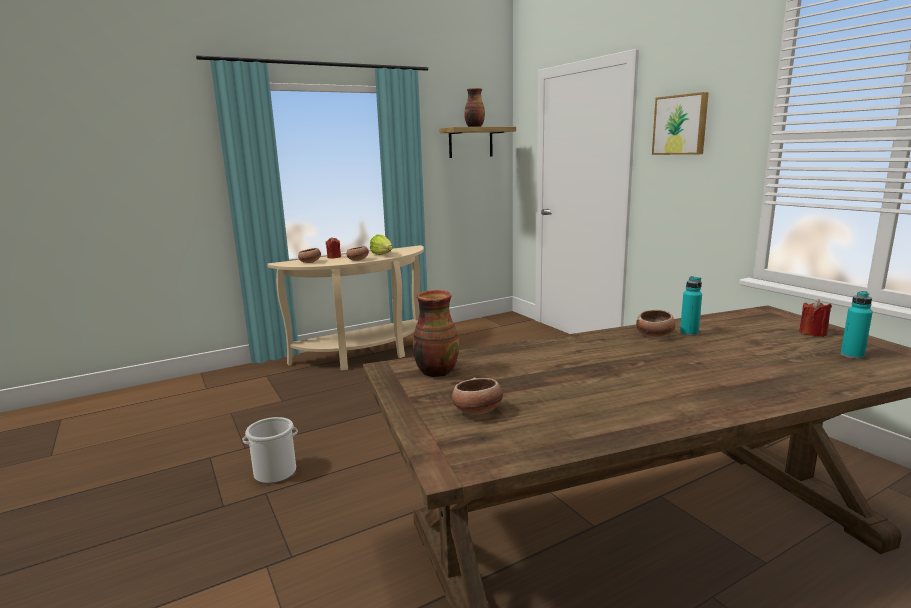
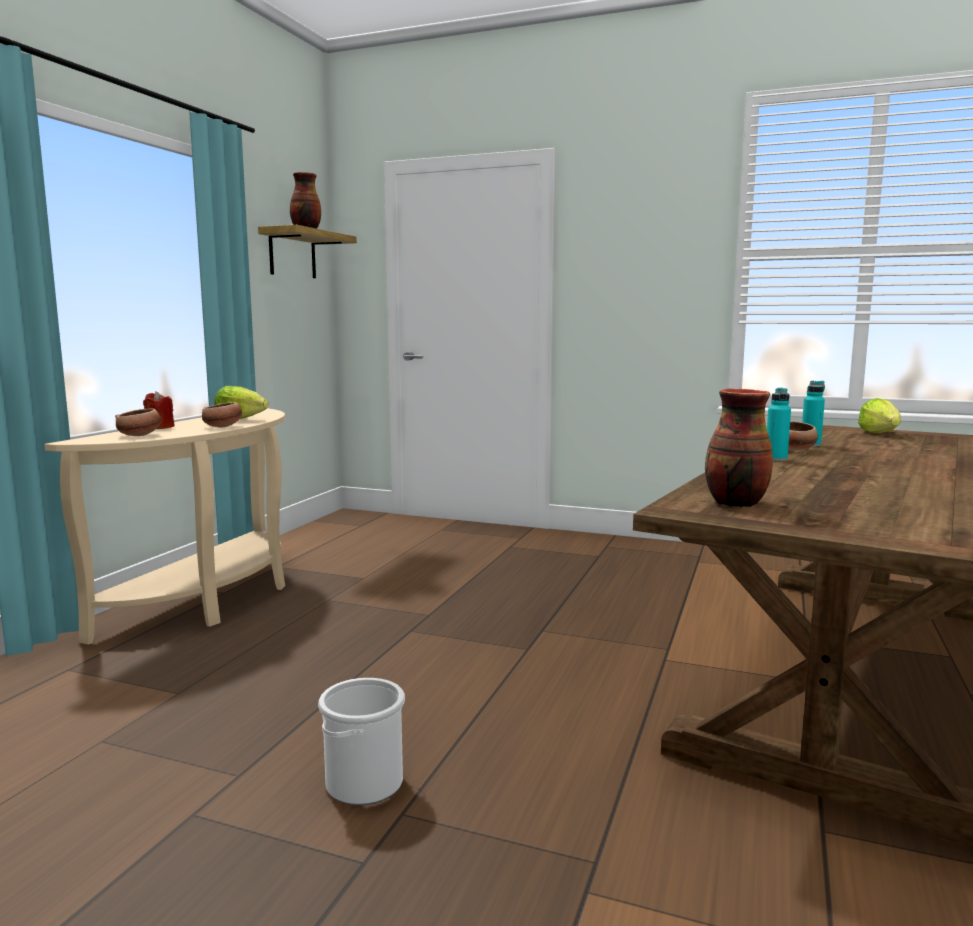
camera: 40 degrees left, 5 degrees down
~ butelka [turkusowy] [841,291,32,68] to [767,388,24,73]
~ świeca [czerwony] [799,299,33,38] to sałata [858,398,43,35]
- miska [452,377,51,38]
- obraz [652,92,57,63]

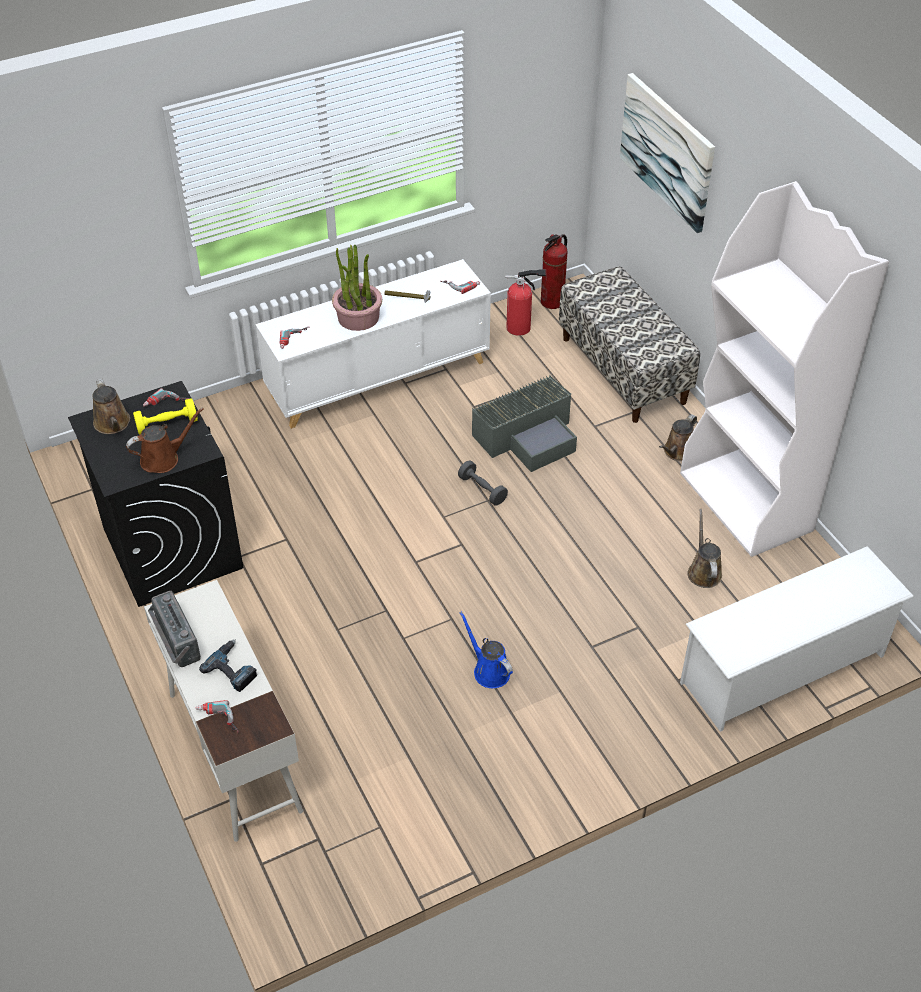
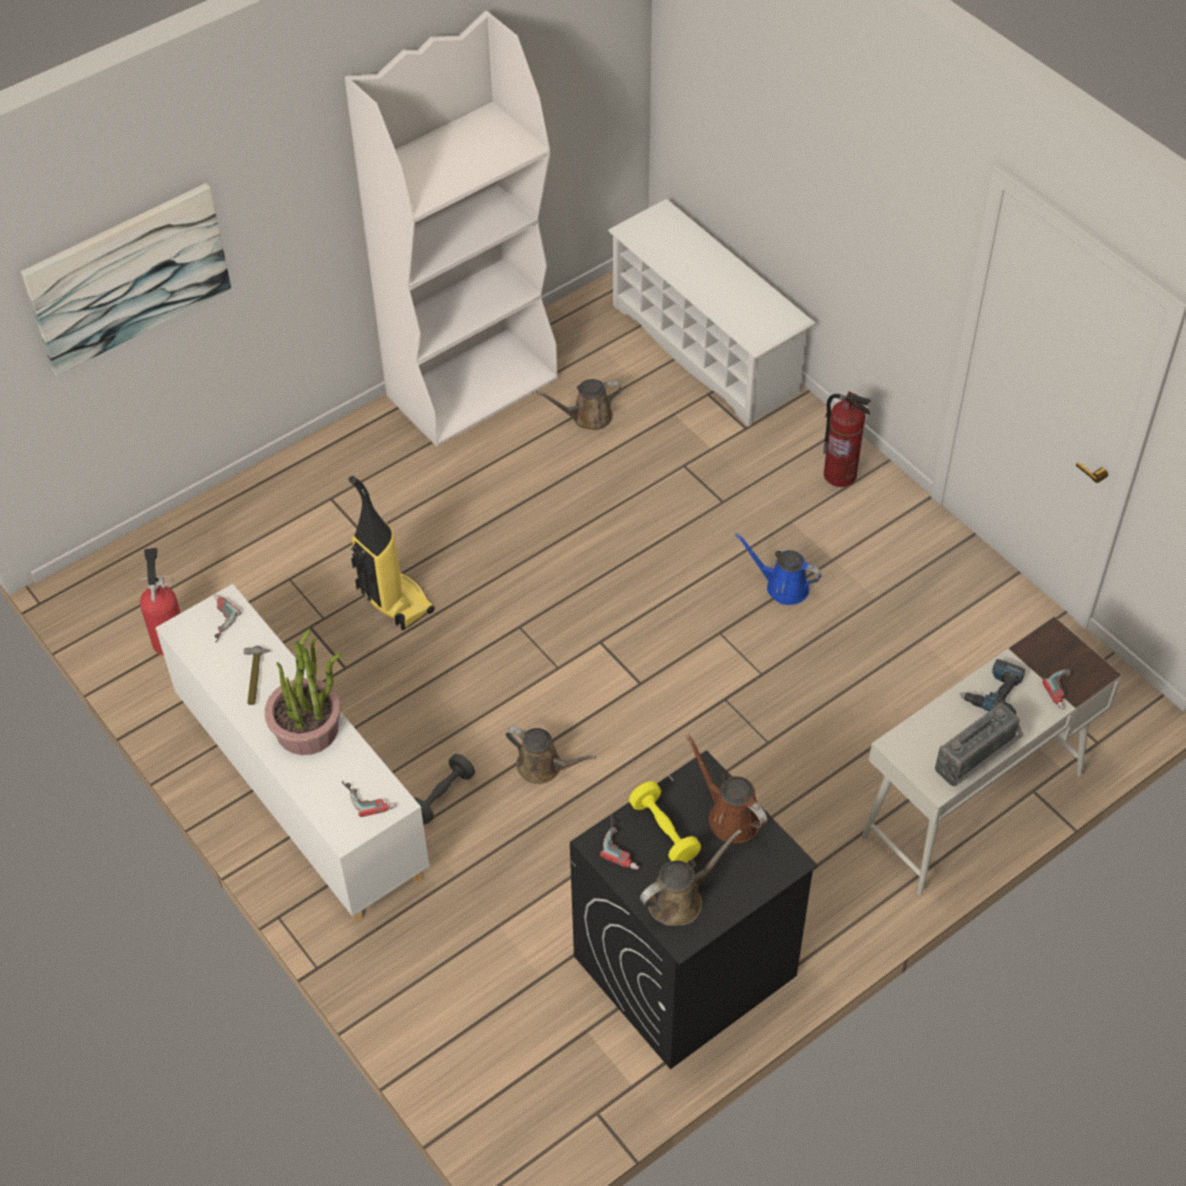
camera: 100 degrees left, 5 degrees up
~ pojemnik do przechowywania [szary] [472,375,105,97] to odkurzacz [348,476,87,154]
~ hantel [szary] [458,461,50,45] to [414,754,61,70]
~ konewka [brązowy] [659,414,38,47] to [505,726,91,58]
~ konewka [niebieski] [459,611,54,77] = [735,533,87,72] 75 degrees clockwise
~ gaśnica [541,234,27,75] to [823,391,48,96]
- ławka [559,266,141,157]

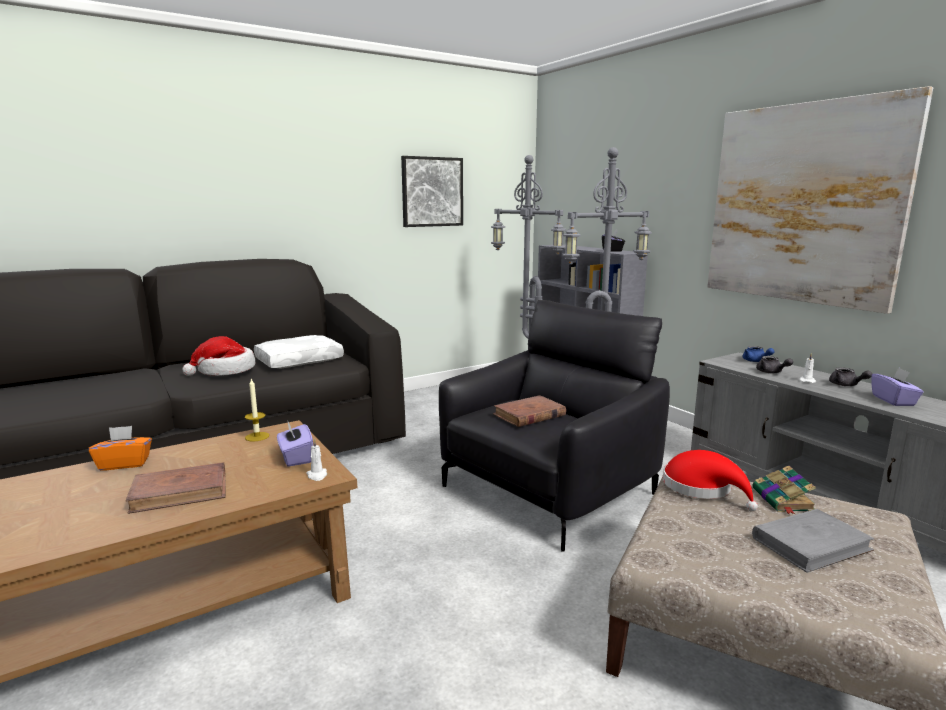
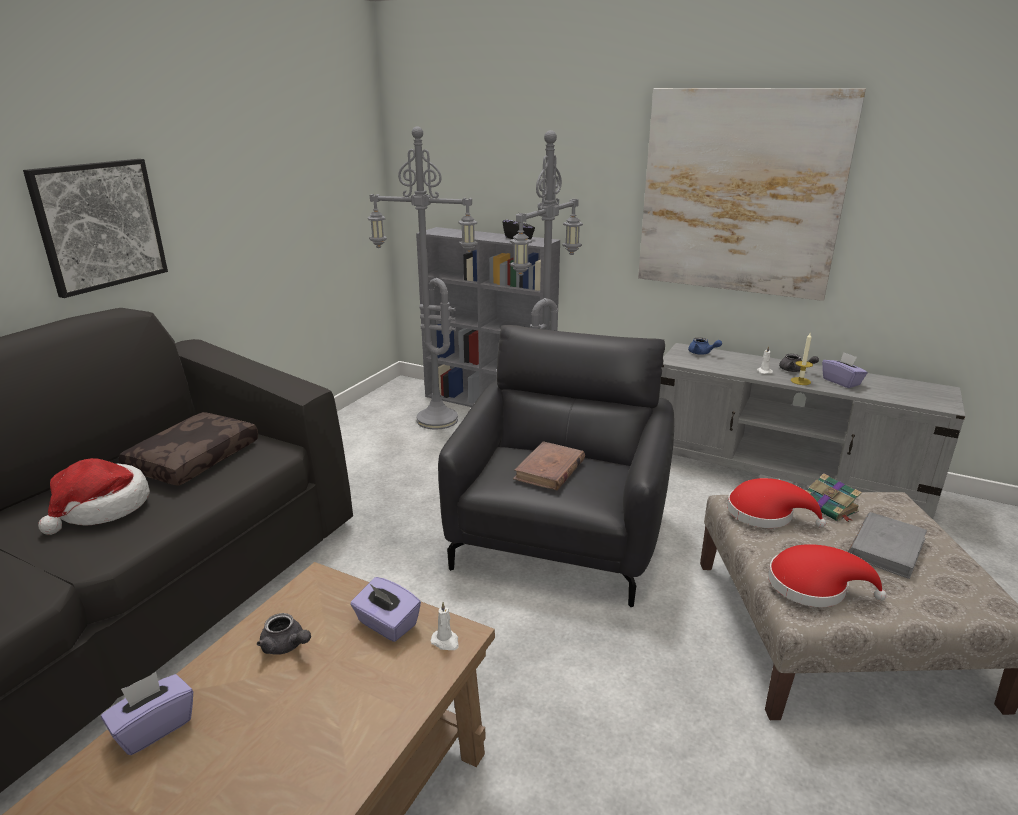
camera: 30 degrees left, 10 degrees up
~ obraz [401,156,62,71] to [23,159,145,139]
~ pudełko chusteczek [pomarańczowy] [88,426,64,45] to pudełko chusteczek [fioletowy] [101,672,92,83]
~ poduszka [biały] [254,335,90,34] to poduszka [brązowy] [119,412,139,74]
~ imbryk [szary] [756,356,37,17] to [257,613,54,42]
+ kapelusz [czerwony] [768,544,119,63]
~ świeca [245,379,24,62] to [791,333,22,52]
- książka [brązowy] [125,462,101,52]

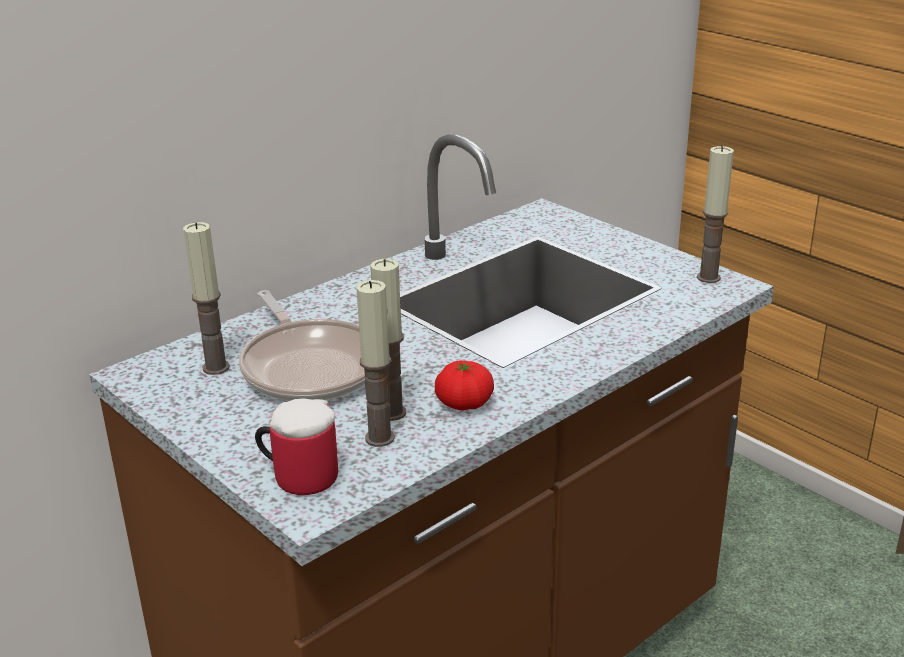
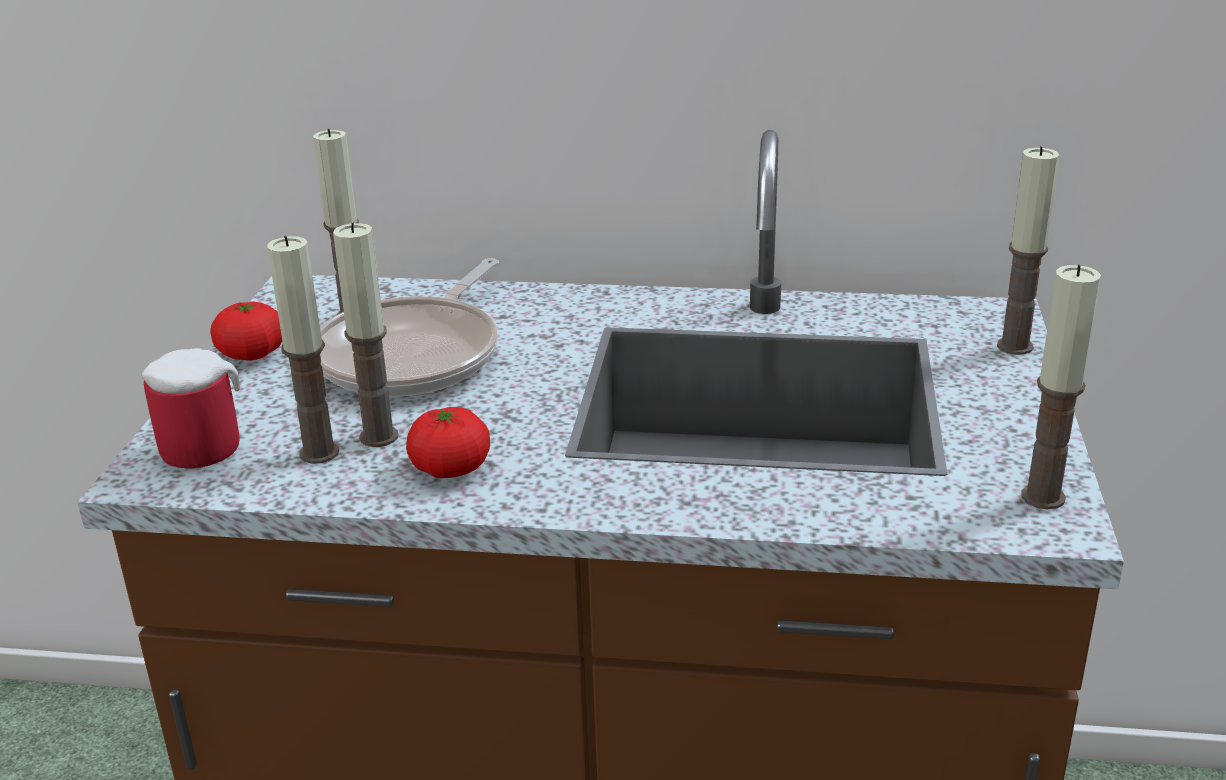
camera: 50 degrees right, 0 degrees up
+ pomidor [210,301,72,60]
+ świeca [997,146,62,209]

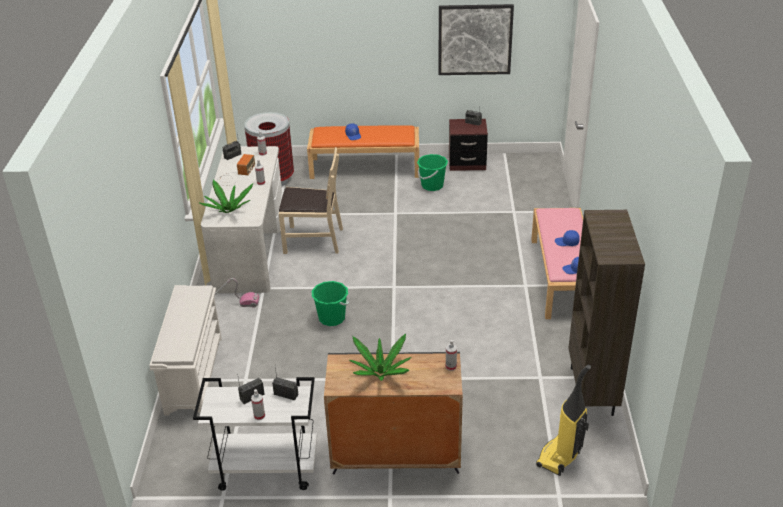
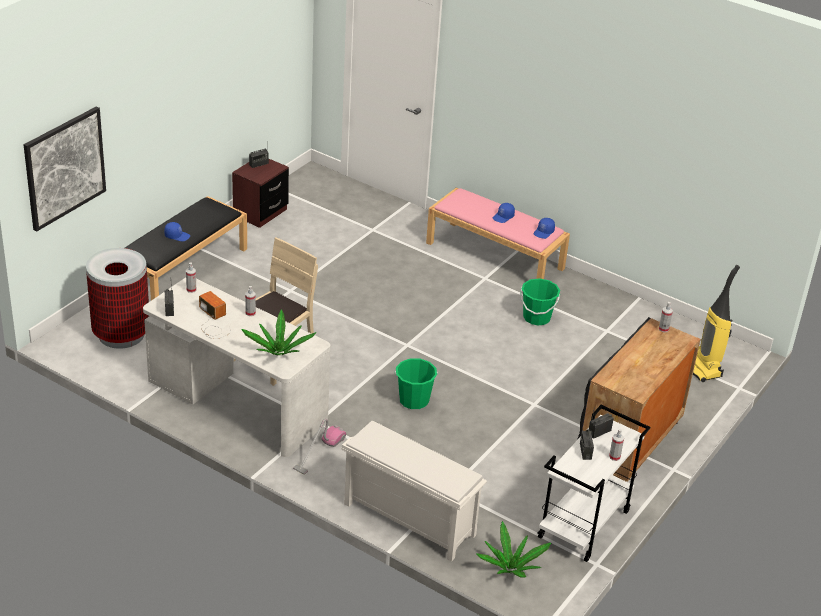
camera: 60 degrees left, 0 degrees up
~ obraz [438,4,76,71] to [24,106,82,126]
~ ławka [pomarańczowy] [307,125,112,54] to ławka [czarny] [125,196,122,104]
~ roślina doniczkowa [349,334,63,47] to [476,521,75,57]
~ wiadro [zielony] [417,154,31,37] to [520,278,40,48]
- regał [brązowy] [568,210,77,206]

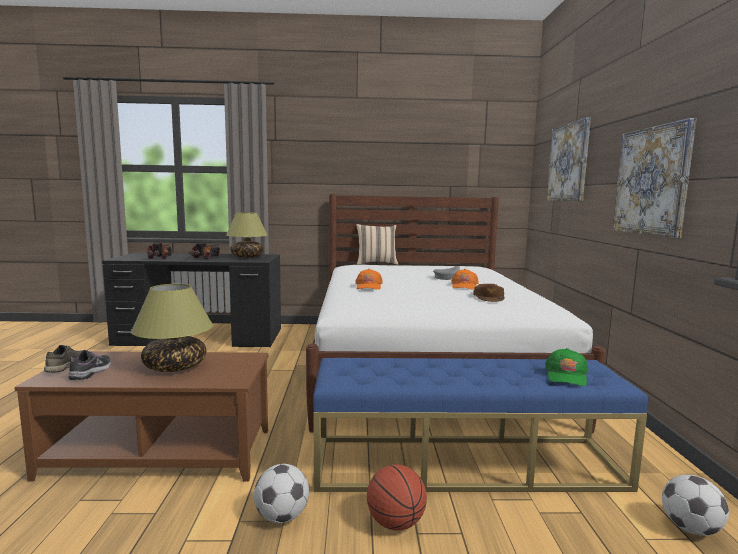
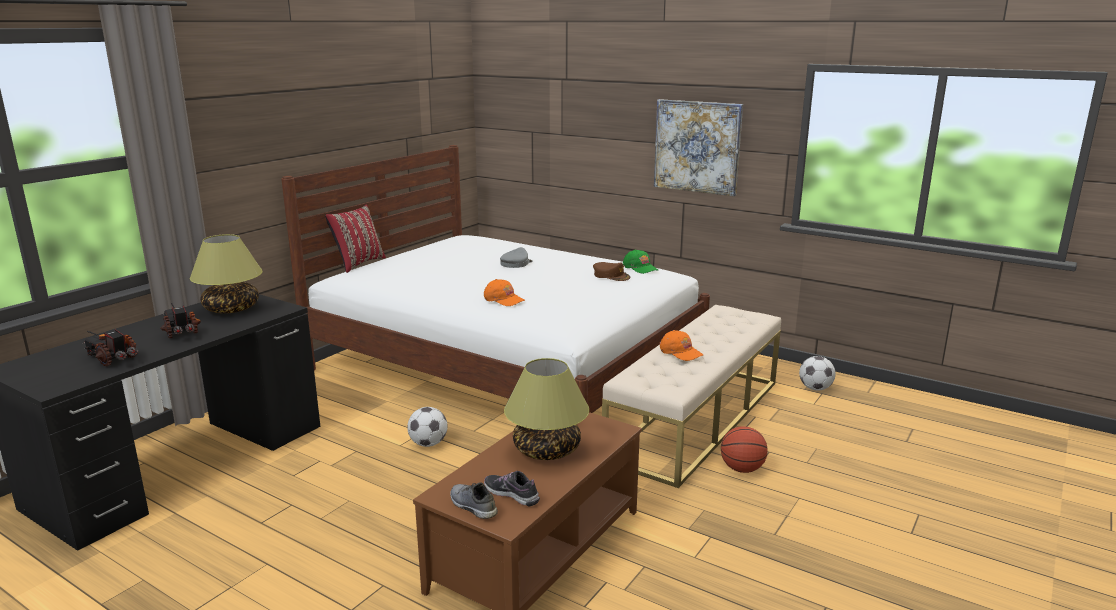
camera: 55 degrees left, 10 degrees up
~ poduszka [beżowy] [356,224,42,41] to poduszka [czerwony] [325,204,61,69]
~ piłka futbolowa [254,464,55,59] to [407,407,41,40]
~ ławka [niebieski] [314,358,335,134] to ławka [beżowy] [602,305,179,183]
~ czapka z daszkiem [zielony] [545,348,43,38] to [623,249,35,25]
~ czapka z daszkiem [pomarańczowy] [451,269,27,21] to [660,330,43,31]
- obraz [547,117,44,84]

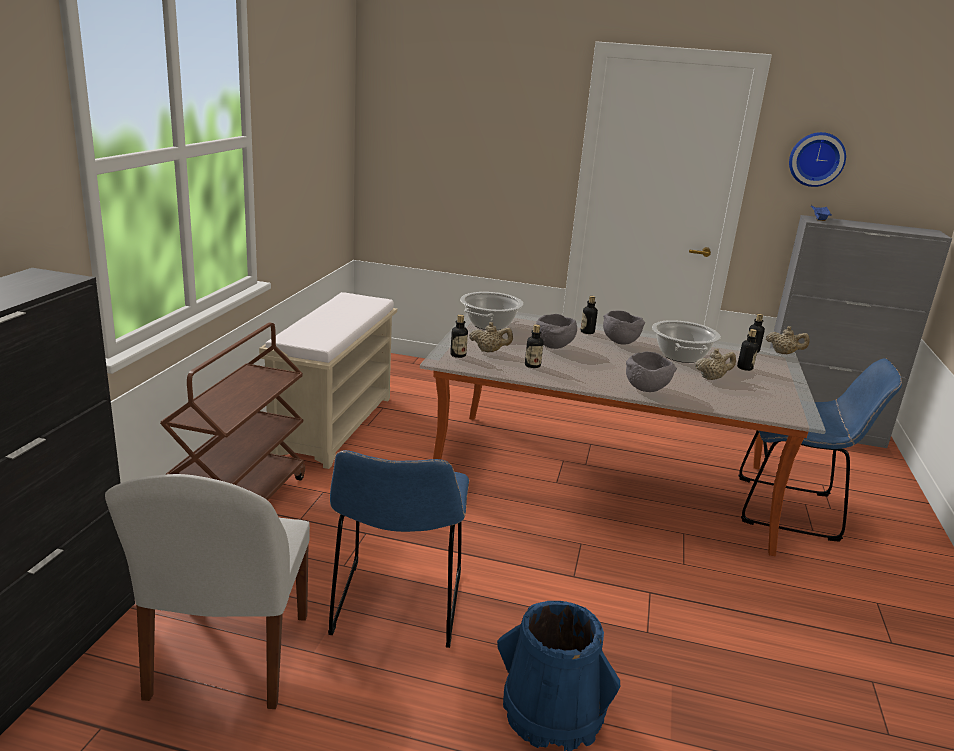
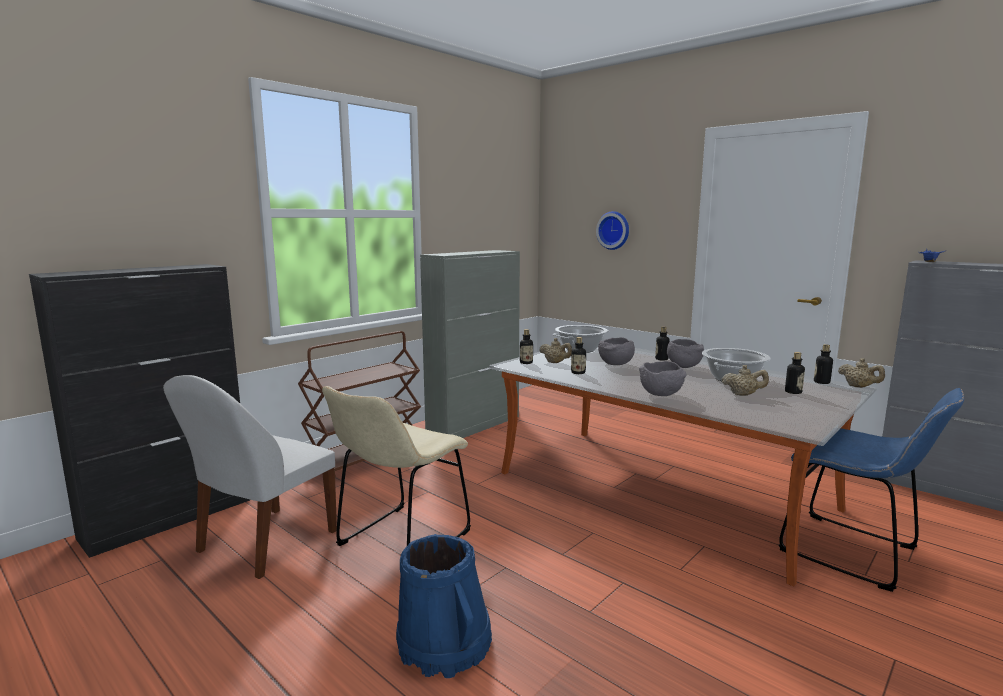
camera: 30 degrees right, 10 degrees down
~ krzesło [niebieski] [328,450,141,198] to krzesło [beżowy] [322,386,149,160]
~ ławka [beżowy] [259,292,138,177] to szafka [szary] [420,250,100,188]
~ zegar ścienny [789,132,57,55] to [596,211,33,39]

